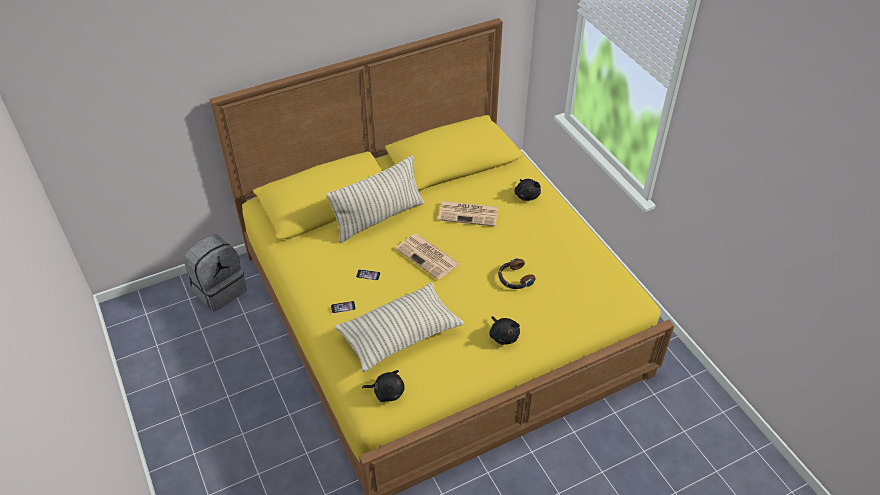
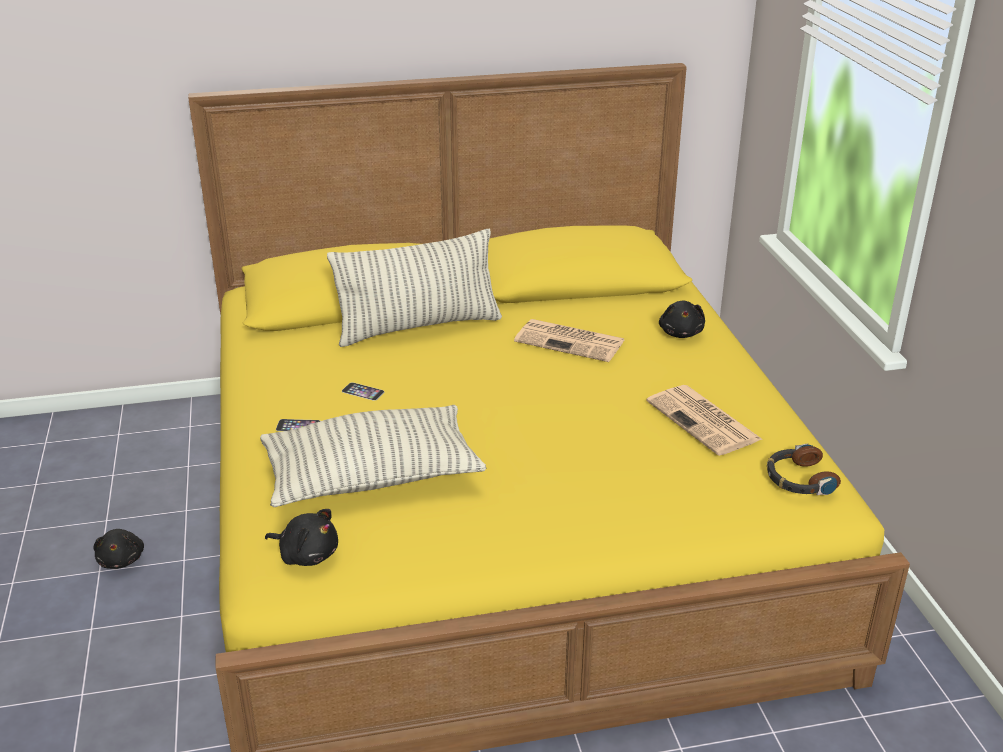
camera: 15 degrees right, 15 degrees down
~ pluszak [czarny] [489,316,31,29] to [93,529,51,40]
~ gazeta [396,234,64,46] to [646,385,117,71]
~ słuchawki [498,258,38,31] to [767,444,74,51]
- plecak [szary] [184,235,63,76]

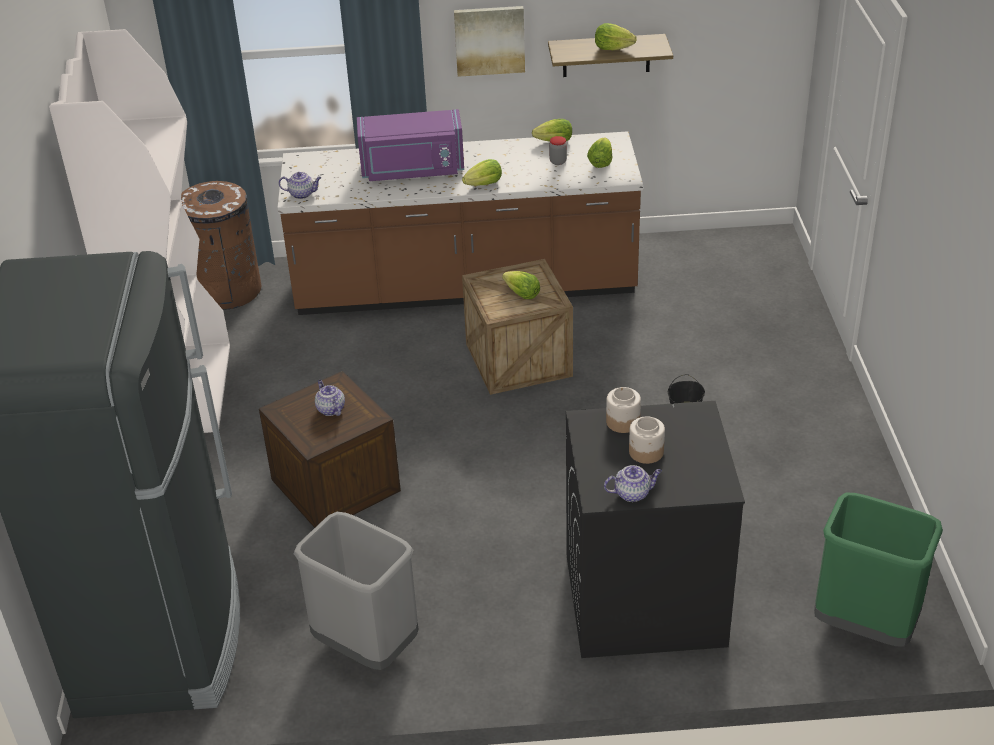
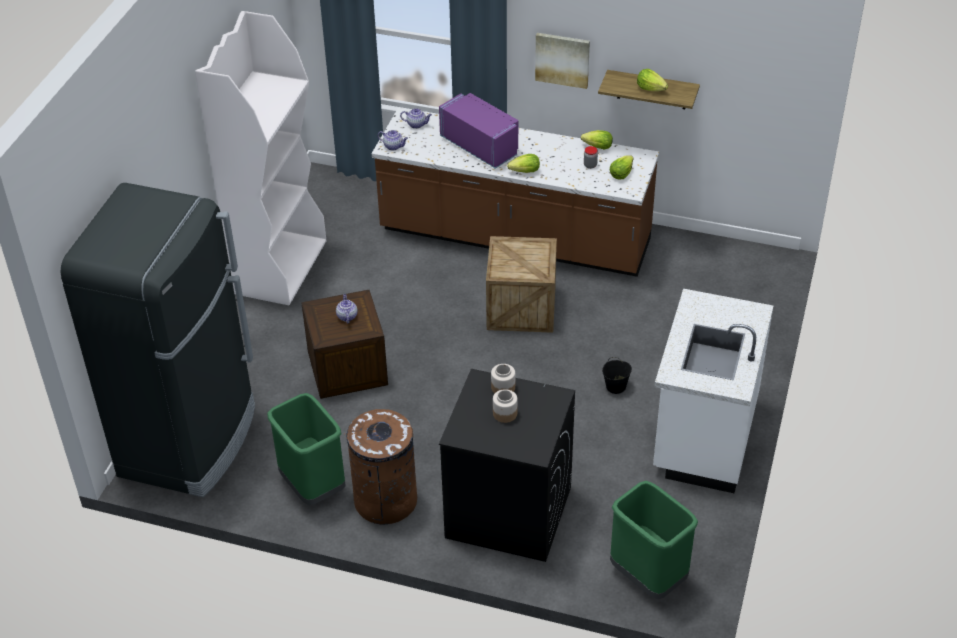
camera: 20 degrees right, 5 degrees up
~ kosz na śmieci [szary] [294,512,125,158] to kosz na śmieci [zielony] [267,393,79,112]
~ kosz na śmieci [brązowy] [181,181,80,129] to [344,409,73,116]
~ imbryk [604,465,58,37] to [400,108,32,21]
~ mikrofalówka [fioletowy] [357,109,107,72] = [439,93,79,76] 150 degrees counterclockwise
+ zabudowa kuchenna [biały] [653,289,120,204]
- sałata [502,271,38,28]

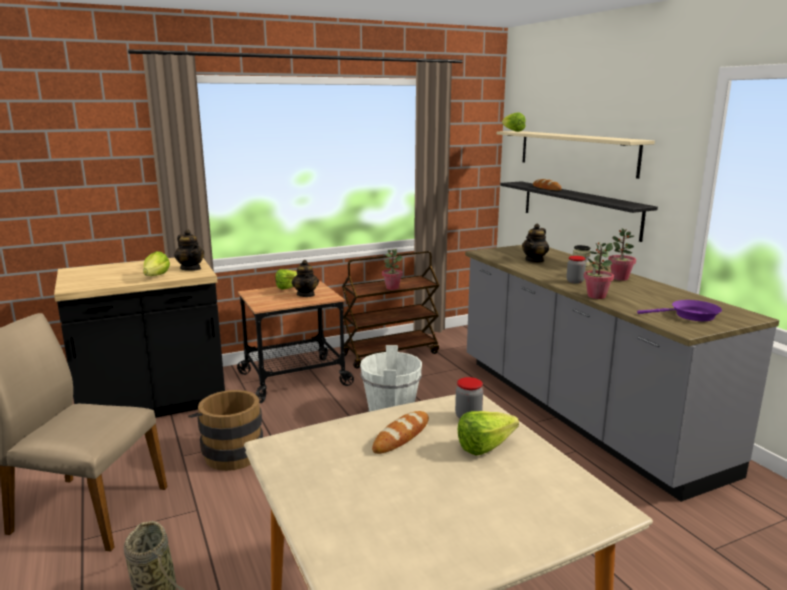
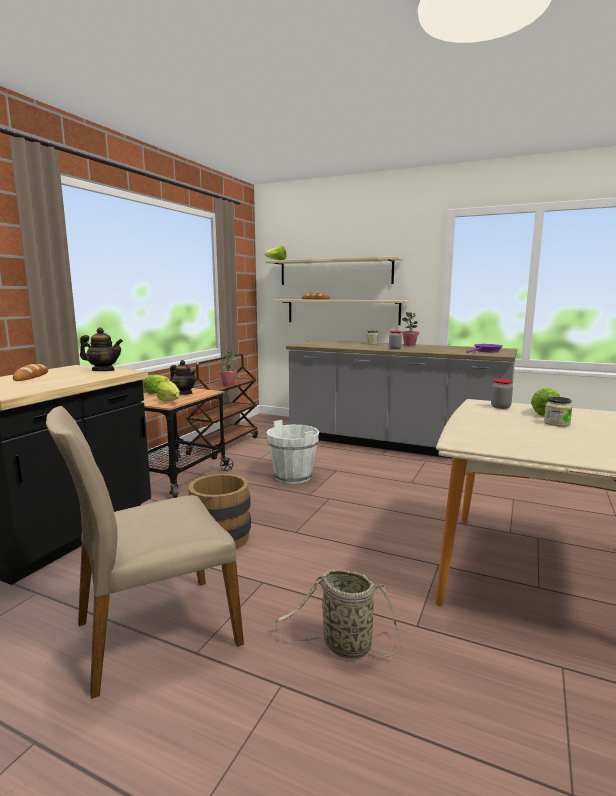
camera: 40 degrees left, 5 degrees down
~ chleb [372,411,57,43] to [13,364,35,17]
~ sałata [143,251,27,25] to [157,380,23,22]
~ półka [czarny] [500,181,158,61] to półka [beżowy] [273,299,138,26]
+ słoik [544,397,29,30]
- imbryk [522,224,27,39]
- roślina doniczkowa [583,242,31,57]

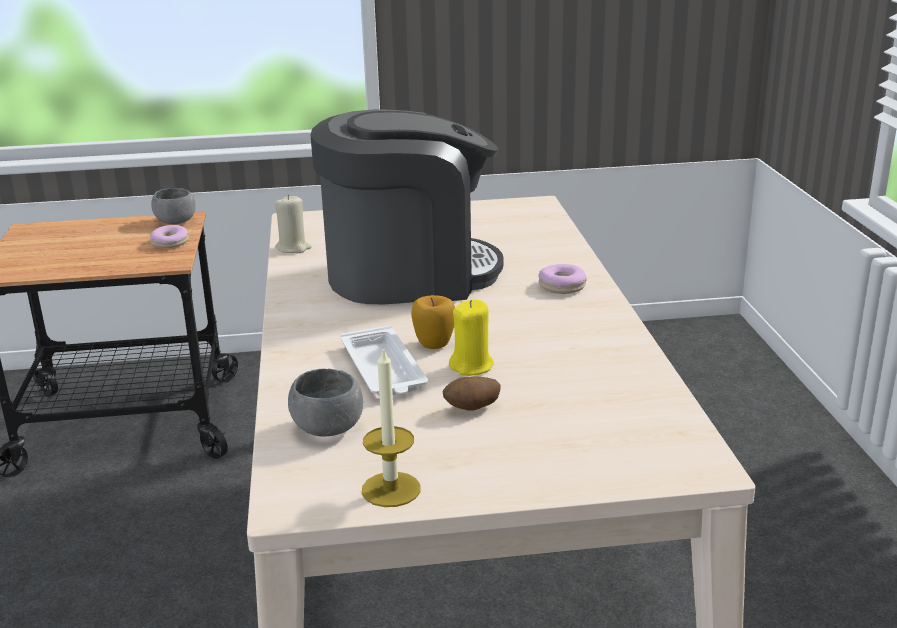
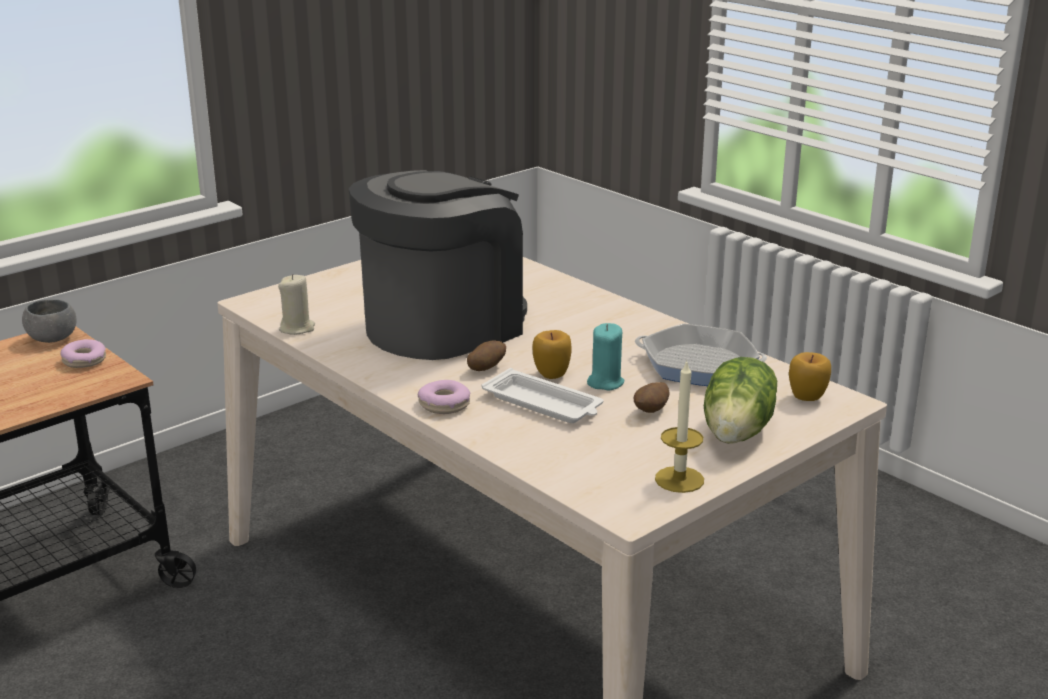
camera: 35 degrees left, 0 degrees up
~ donut [538,264,49,30] to [418,380,52,34]
+ ziemniak [467,340,39,31]
~ świeca [żółty] [449,299,45,77] to świeca [turkusowy] [587,323,37,68]
+ patelnia [635,324,132,62]
+ sałata [704,357,73,87]
+ jabłko [789,352,42,49]
- miska [szary] [288,369,75,67]

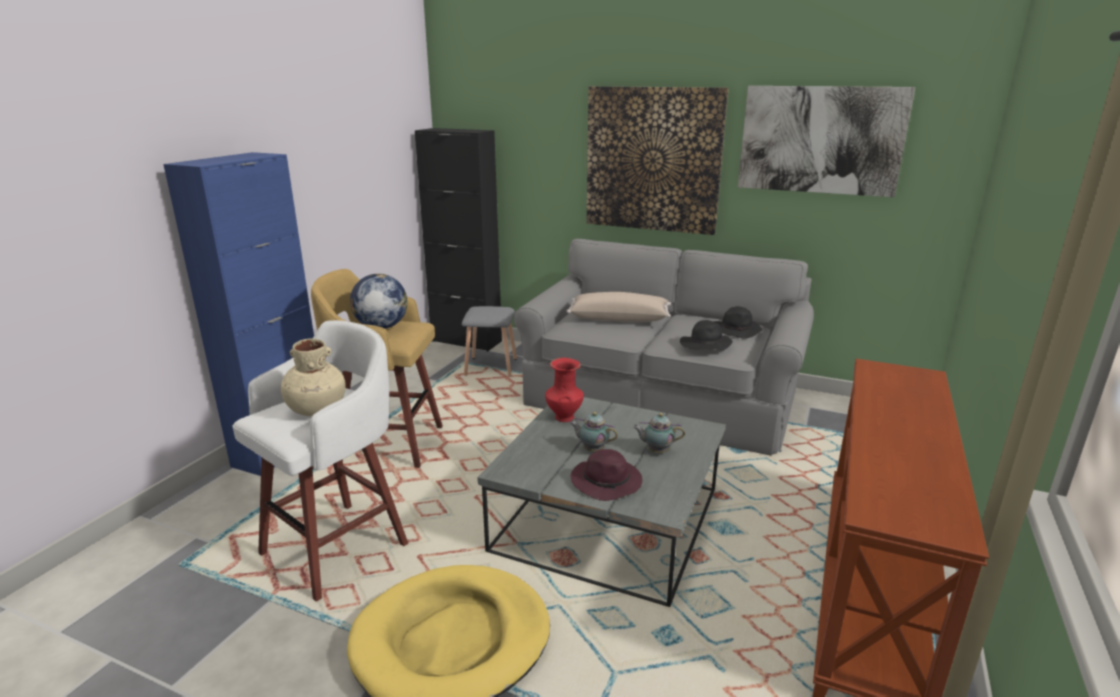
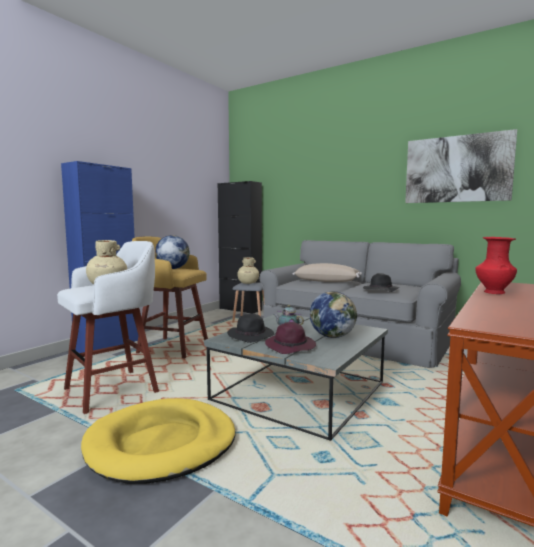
camera: 10 degrees right, 15 degrees down
~ kapelusz [czarny] [713,306,49,33] to [227,314,47,29]
+ wazon [beżowy] [237,257,22,27]
~ imbryk [633,413,52,40] to globus [310,291,47,47]
~ wazon [czerwony] [545,358,39,64] to [475,237,42,57]
- obraz [587,86,142,149]

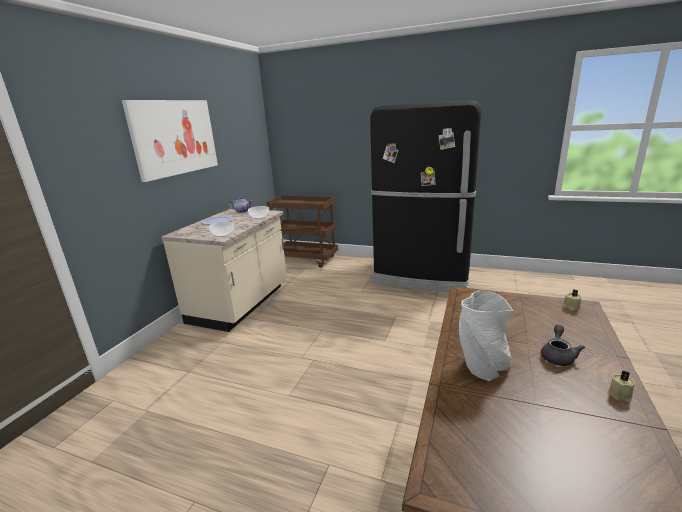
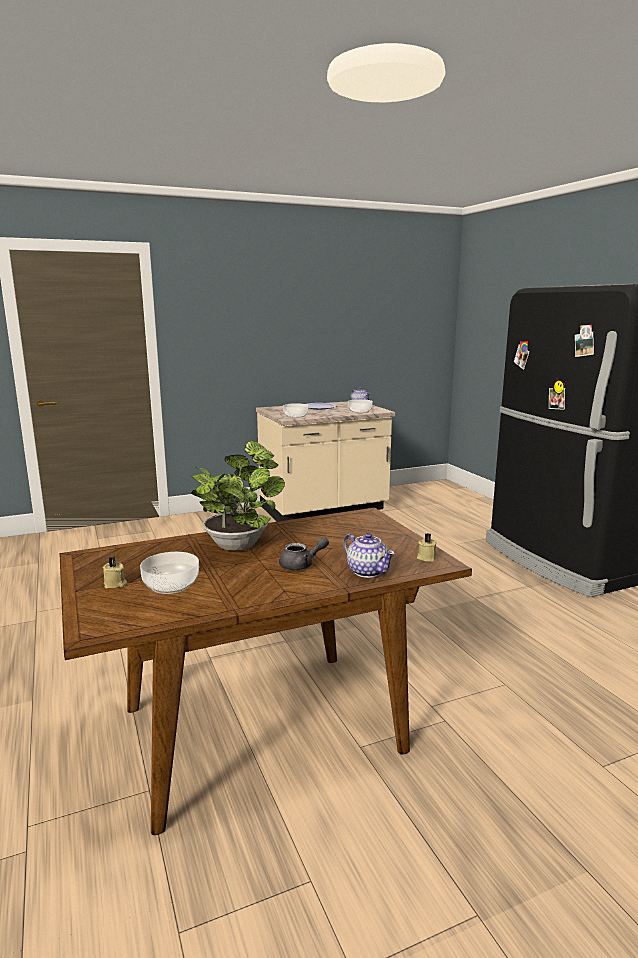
camera: 45 degrees right, 5 degrees down
~ świeca [beżowy] [609,370,26,32] to [103,556,24,32]
+ miska [140,552,59,42]
~ wazon [szary] [459,291,56,90] to roślina doniczkowa [191,441,94,110]
+ imbryk [343,533,52,45]
- obraz [122,100,96,82]
- wózek [brązowy] [266,195,72,73]

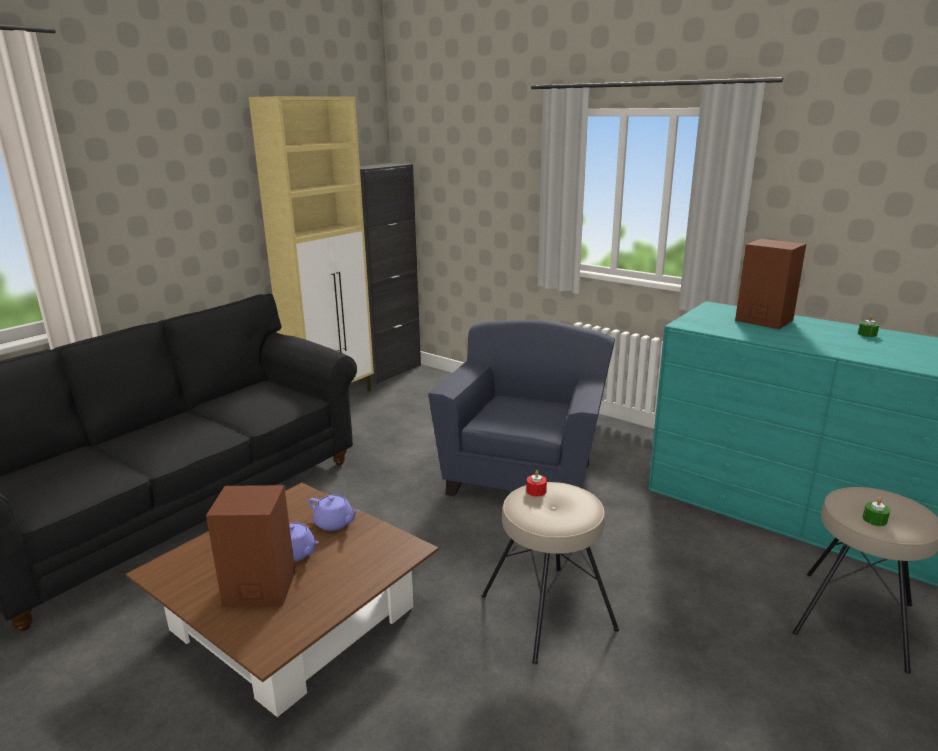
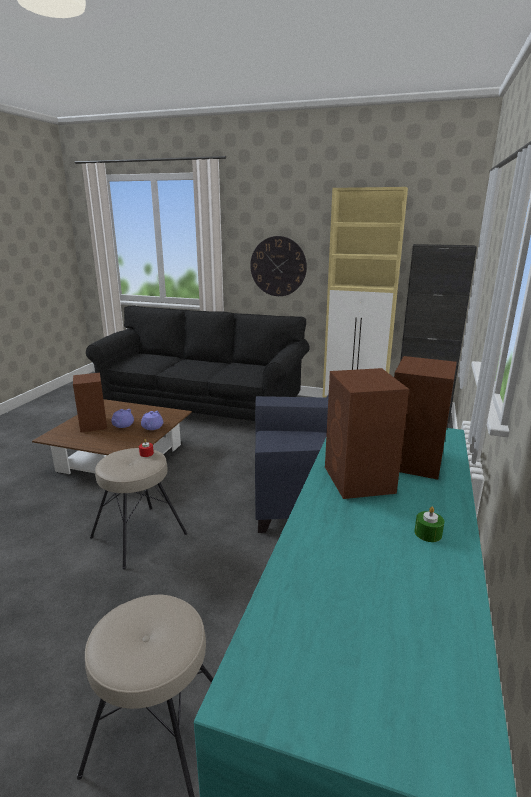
camera: 70 degrees right, 0 degrees up
+ zegar ścienny [250,236,57,60]
+ głośnik [brązowy] [325,368,84,131]
- świeca [zielony] [863,497,27,29]

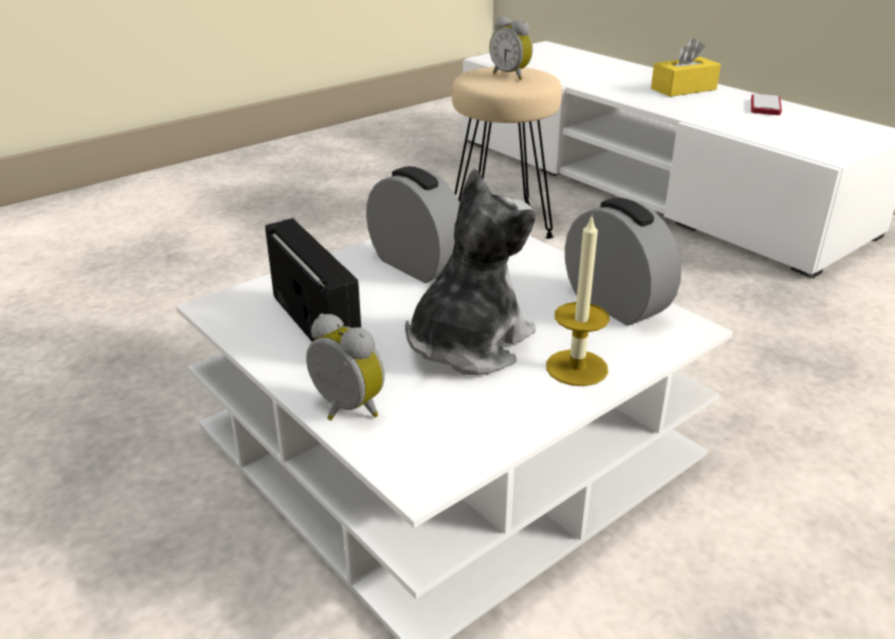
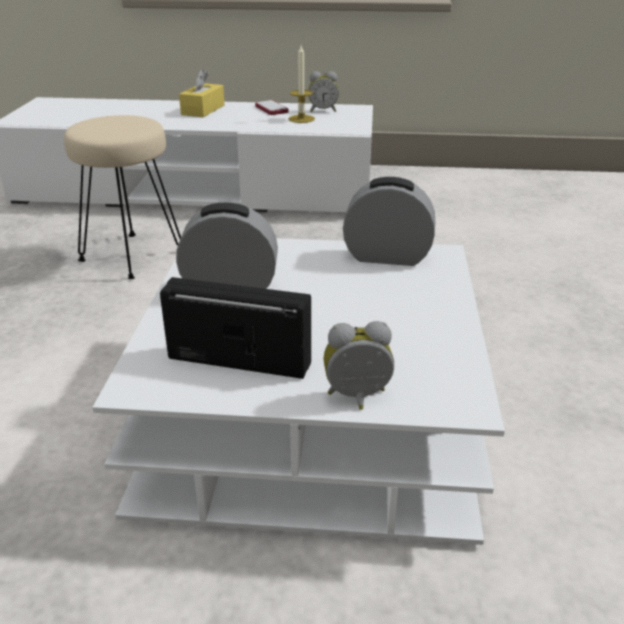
camera: 45 degrees left, 0 degrees up
~ świeca [546,214,64,172] to [288,45,27,78]
~ budzik [489,16,44,64] to [308,71,31,41]
- pluszak [405,168,131,207]

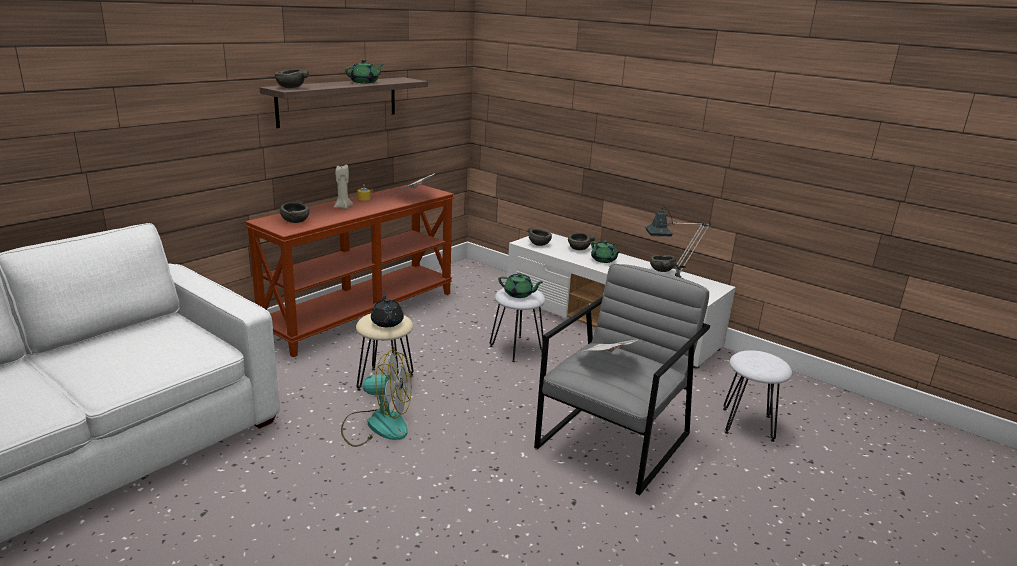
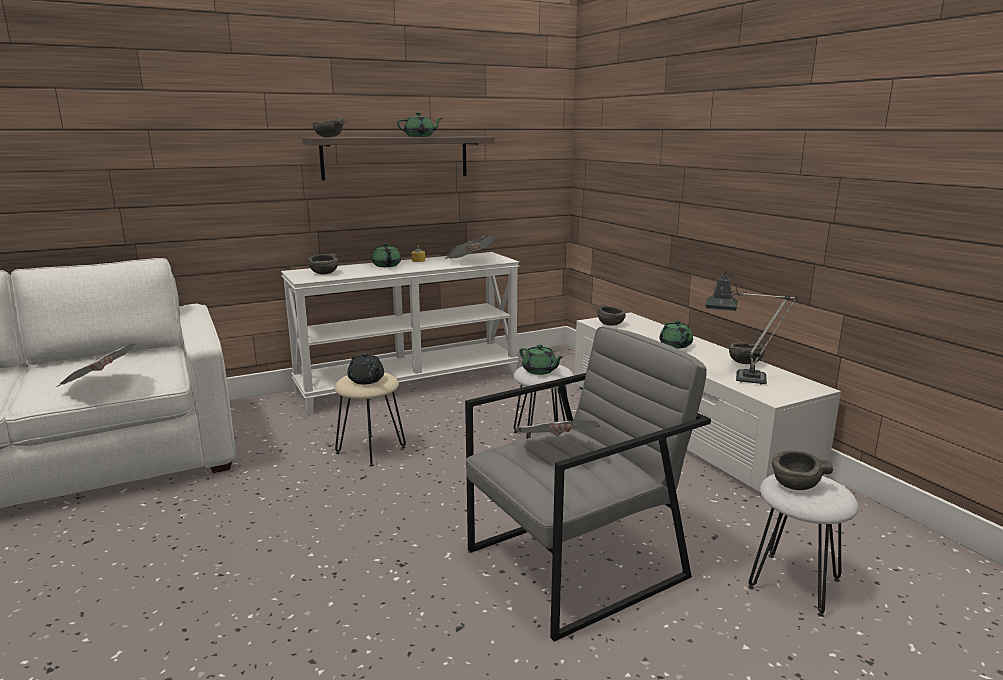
camera: 25 degrees right, 5 degrees down
+ gazeta [56,344,79,43]
~ stolik konsolowy [brązowy] [245,184,209,173] to stolik konsolowy [biały] [281,252,238,162]
~ imbryk [czarny] [371,294,33,33] = [347,353,37,31] 135 degrees clockwise
~ świeca [beżowy] [334,164,19,45] to imbryk [zielony] [372,243,29,24]
~ miska [szary] [568,233,27,17] to [772,450,61,40]
- wentylator [341,350,71,97]

